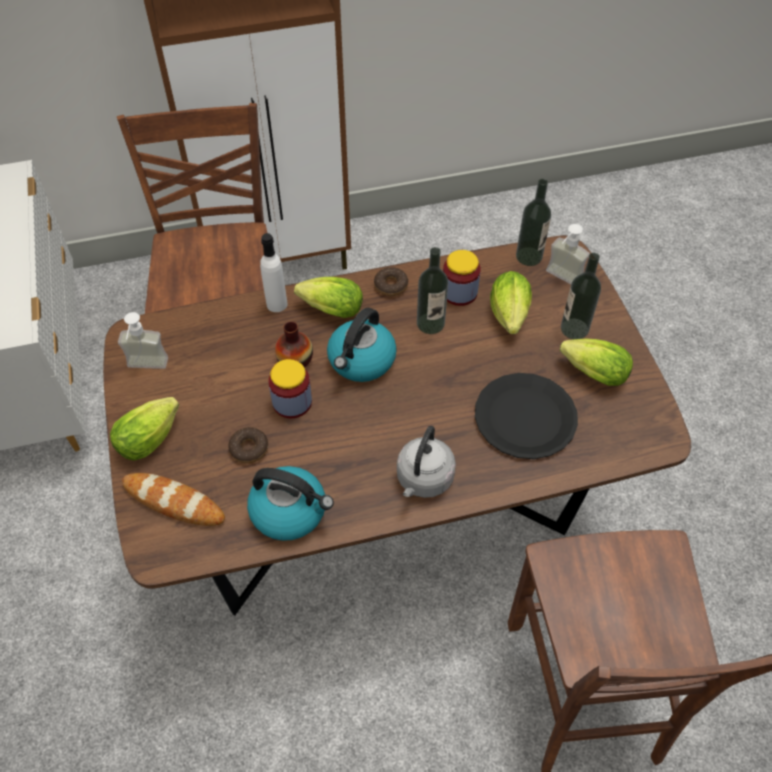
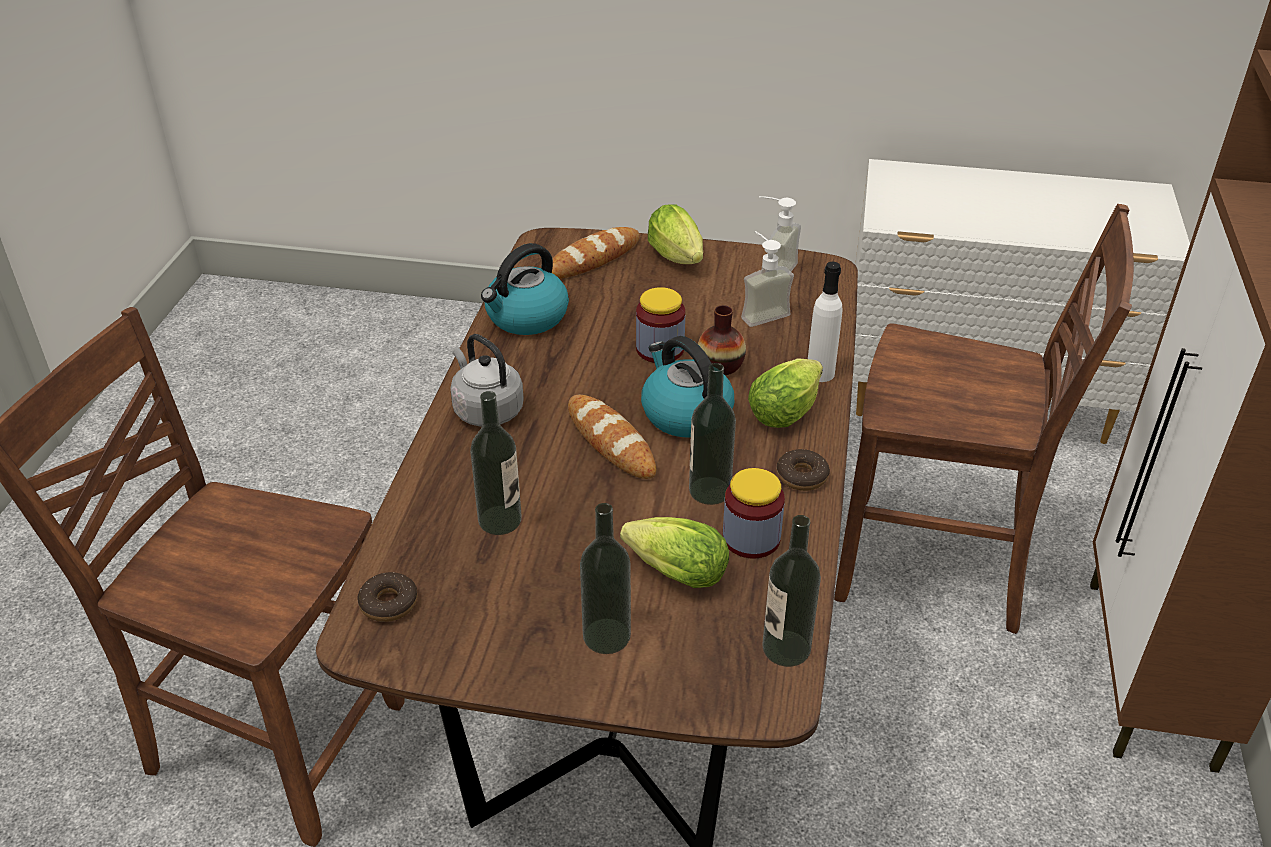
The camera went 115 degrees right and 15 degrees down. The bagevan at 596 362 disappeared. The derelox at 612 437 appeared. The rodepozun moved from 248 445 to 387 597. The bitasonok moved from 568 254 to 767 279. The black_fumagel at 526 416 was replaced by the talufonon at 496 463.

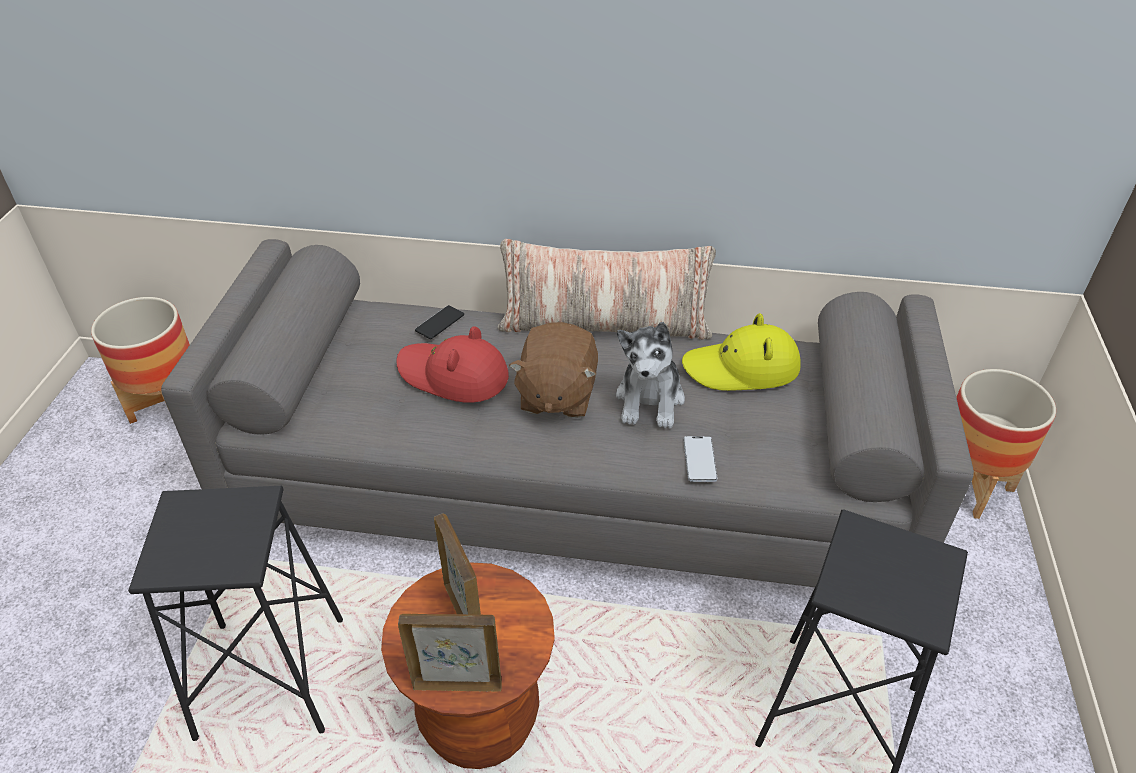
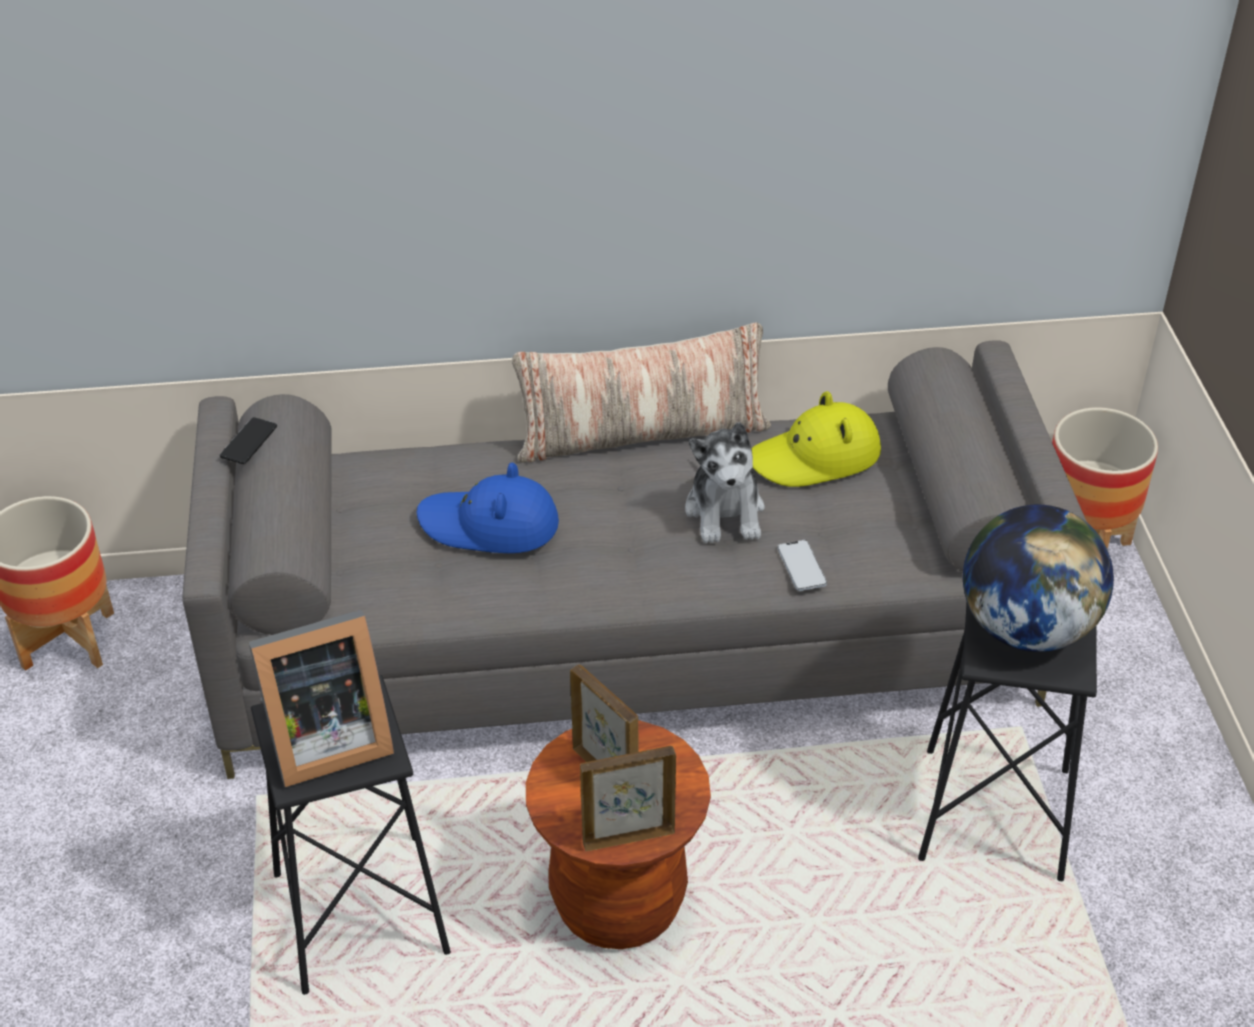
The camera went 15 degrees left and 0 degrees up. The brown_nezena at 553 370 disappeared. The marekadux at 321 698 appeared. The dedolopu at 1038 578 appeared. The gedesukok moved from 439 322 to 248 440. The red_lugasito at 452 364 became the blue_lugasito at 488 508.

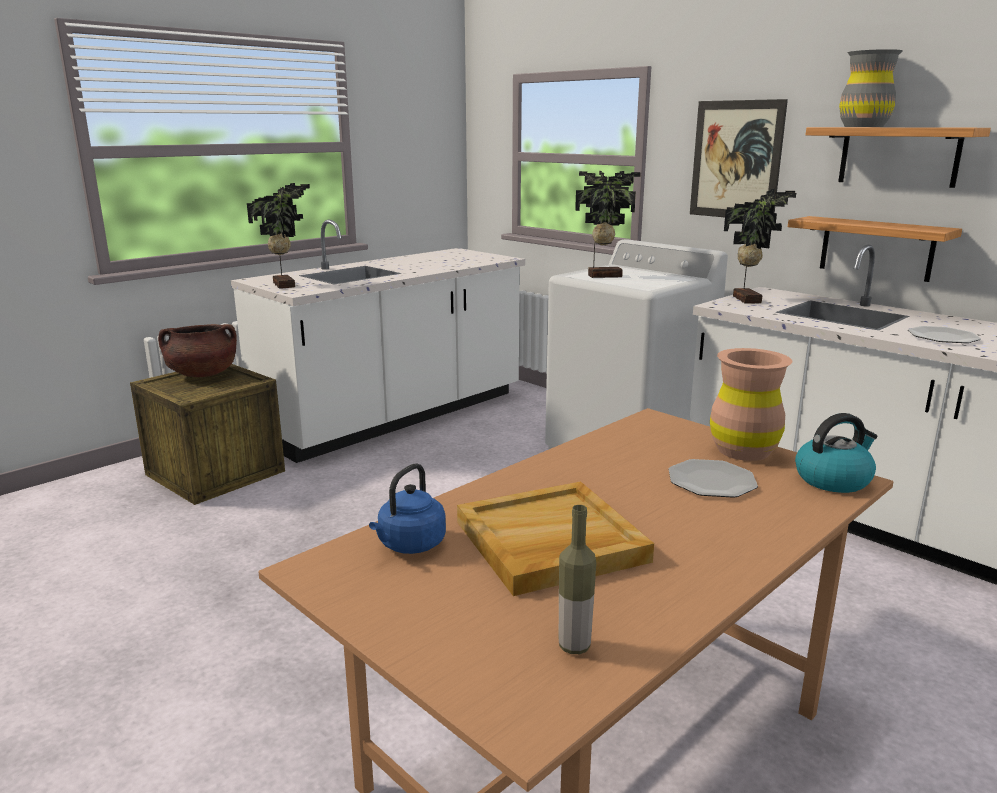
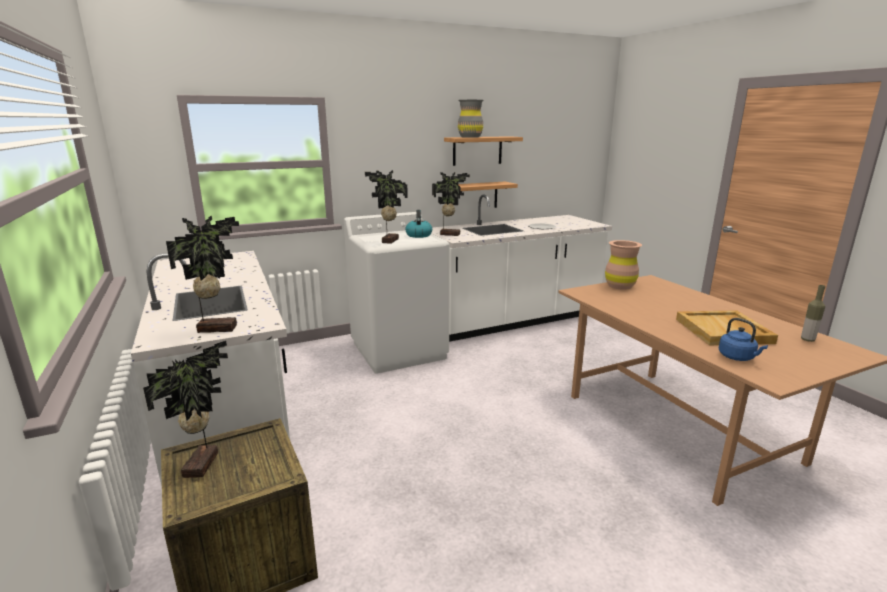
The camera went 70 degrees left and 0 degrees up. The fumagel at 713 478 disappeared. The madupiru at 739 158 disappeared. The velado moved from 836 453 to 418 224. The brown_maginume at 197 350 was replaced by the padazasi at 185 409.

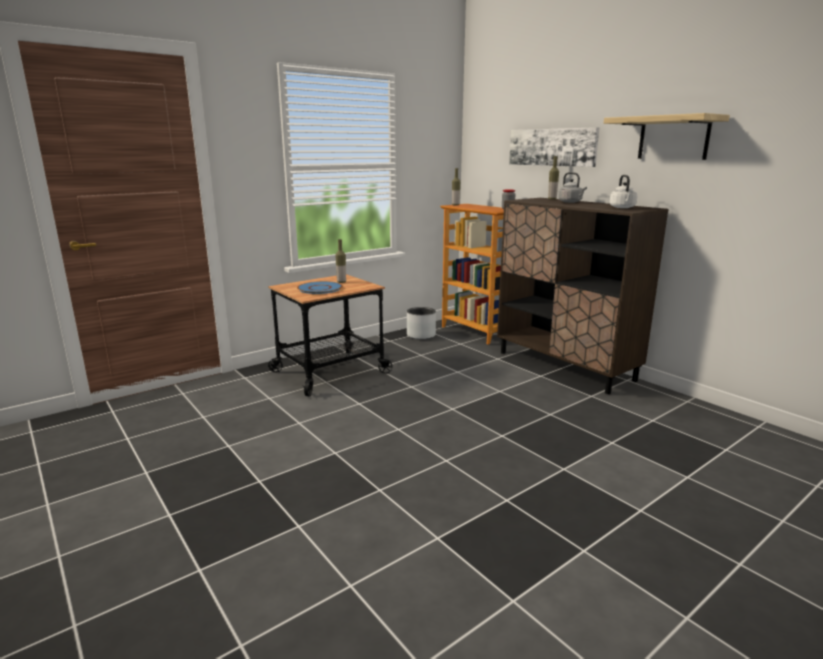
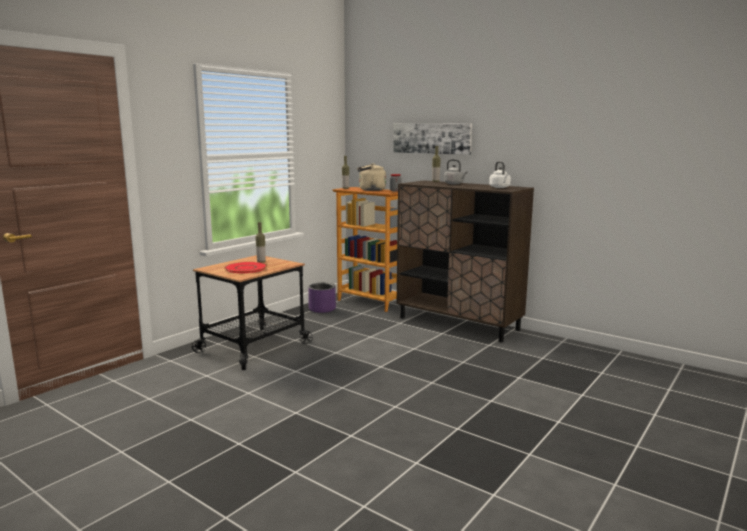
The camera went 15 degrees left and 5 degrees down. The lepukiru at 667 136 disappeared. The beige_velado at 371 177 appeared. The blue_fumagel at 320 287 became the red_fumagel at 245 267. The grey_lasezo at 421 323 became the purple_lasezo at 322 298.

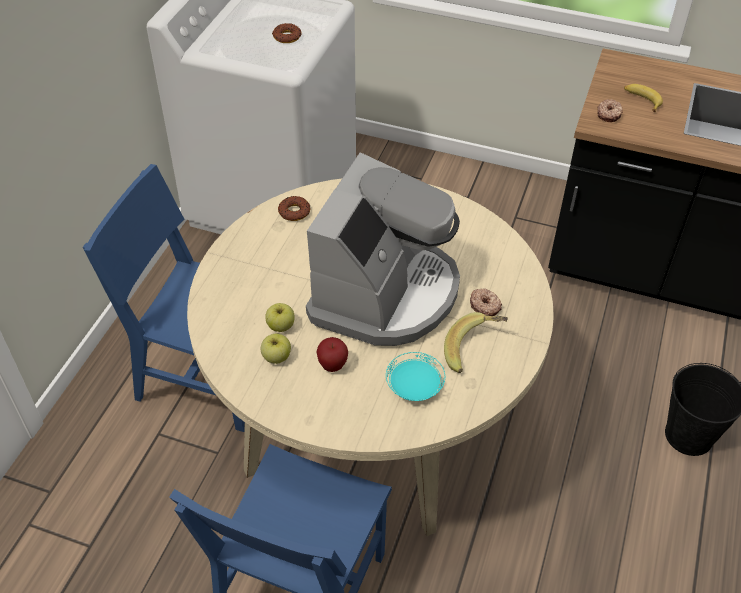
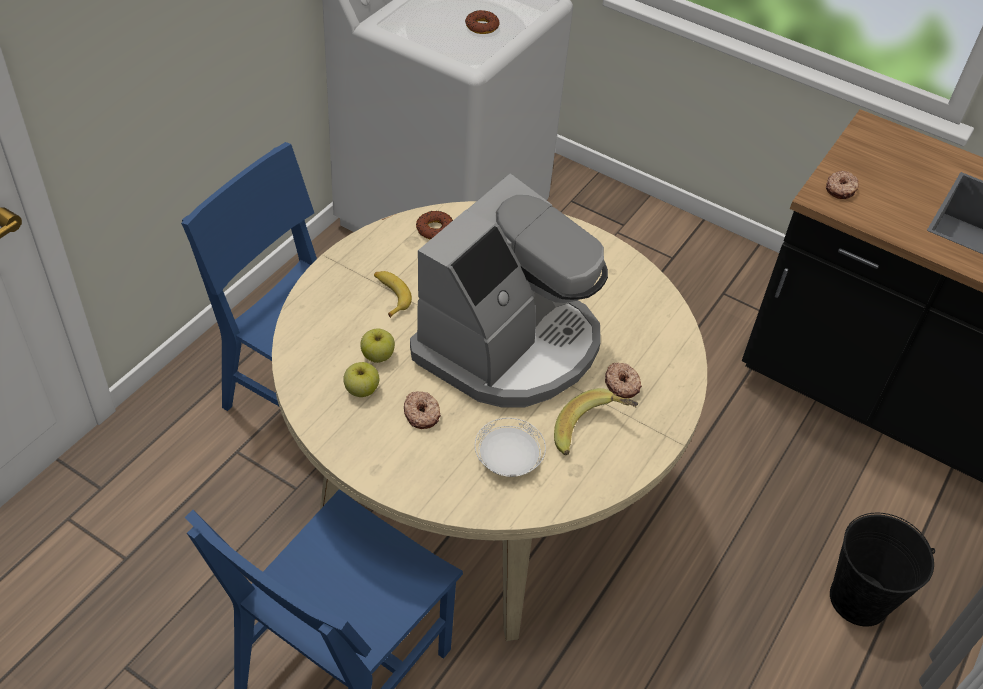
The camera went 10 degrees right and 0 degrees up. The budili moved from 643 98 to 393 294. The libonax at 332 354 was replaced by the rodepozun at 422 410. The turquoise_fumagel at 415 376 became the white_fumagel at 510 447.

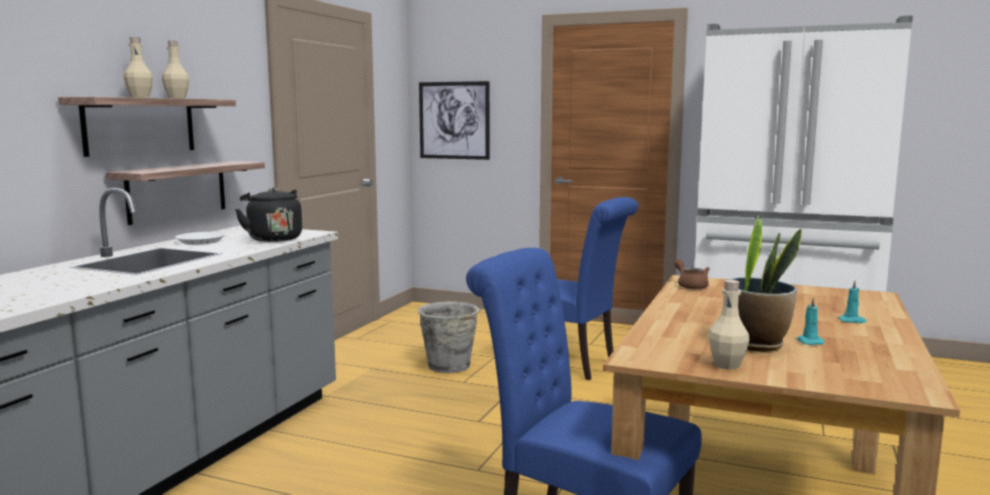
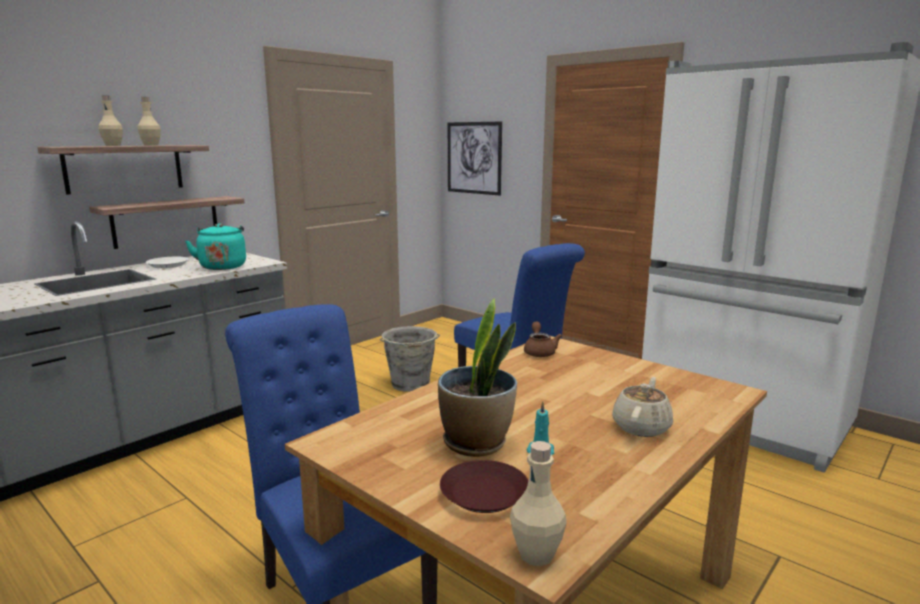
The camera went 20 degrees right and 5 degrees up. The brown_fumagel at 484 486 appeared. The beige_talufonon moved from 729 325 to 538 503. The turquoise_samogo at 852 301 was replaced by the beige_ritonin at 642 407. The black_velado at 268 215 became the turquoise_velado at 215 246.

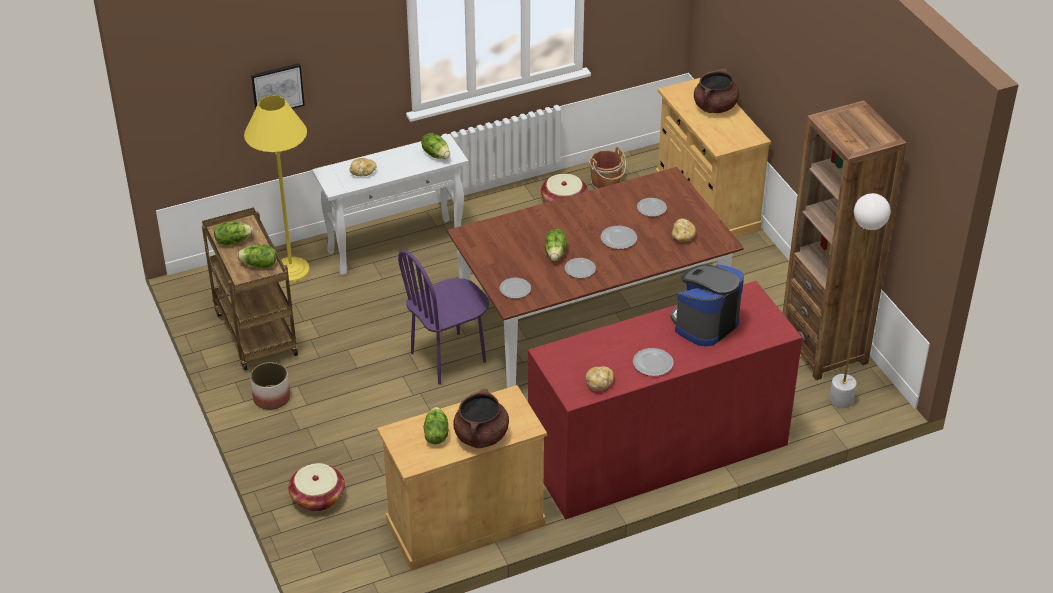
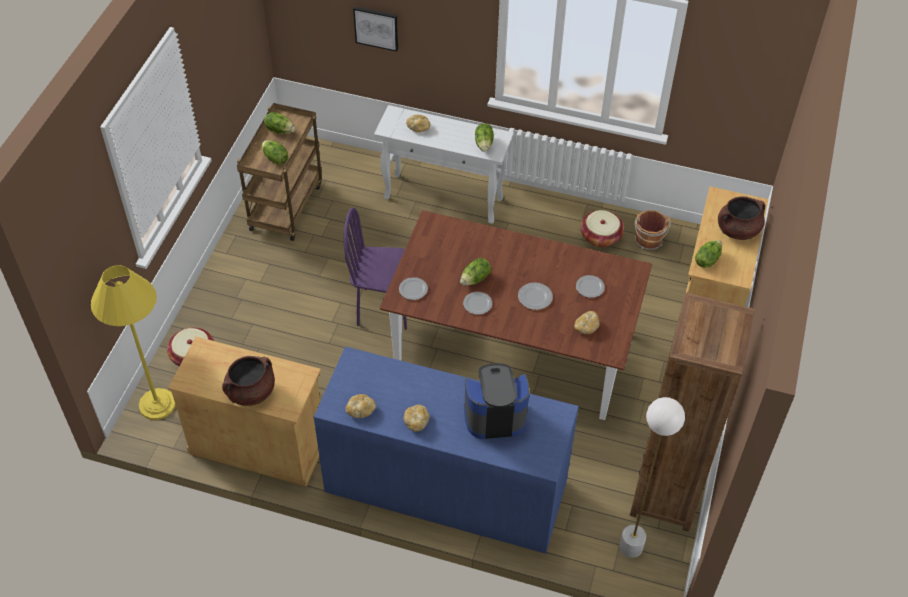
The camera went 40 degrees right and 10 degrees up. The lasezo at 270 386 disappeared. The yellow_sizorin moved from 277 188 to 133 342. The bagevan moved from 436 425 to 708 254. The fumagel at 653 362 was replaced by the derelox at 416 418. The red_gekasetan at 665 400 became the blue_gekasetan at 446 450.

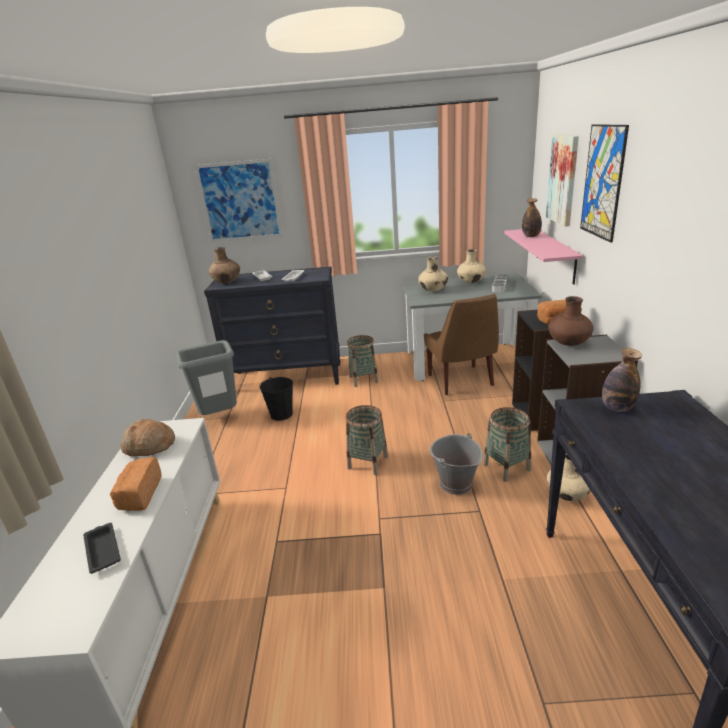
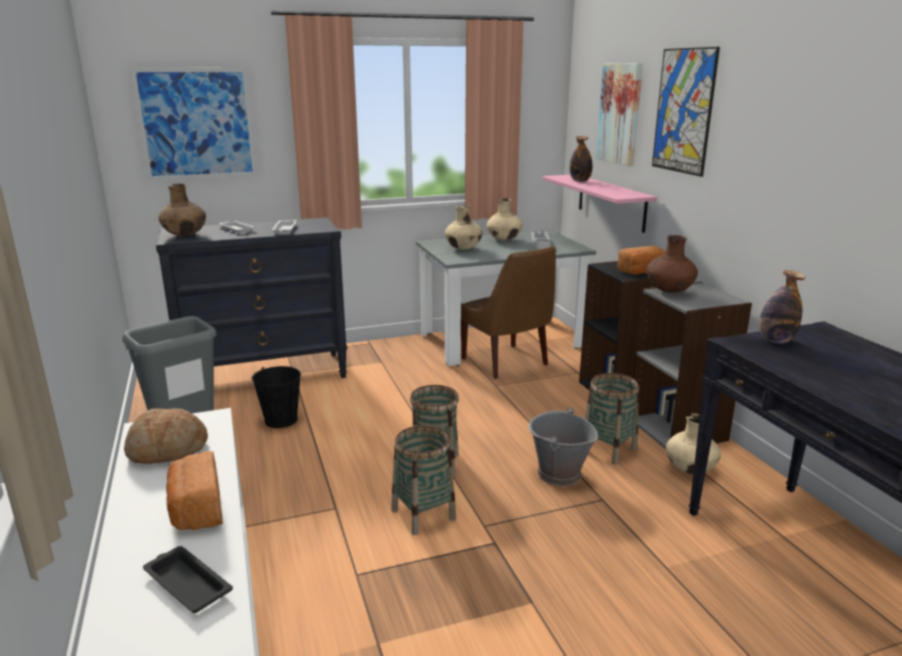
The camera went 20 degrees left and 5 degrees down. The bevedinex moved from 362 361 to 423 480.

